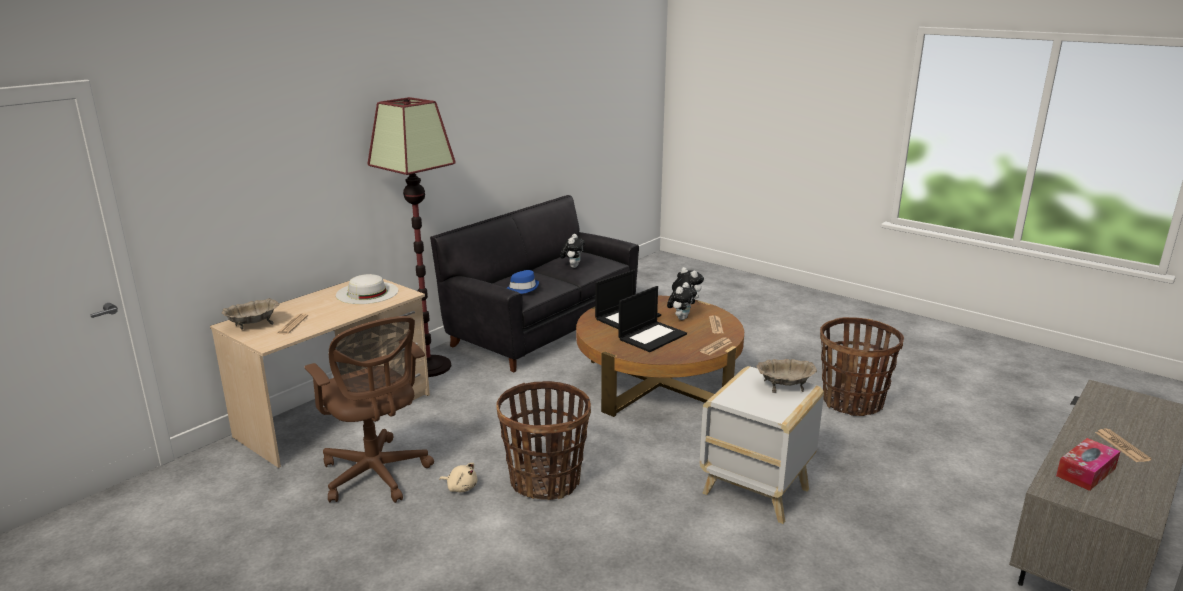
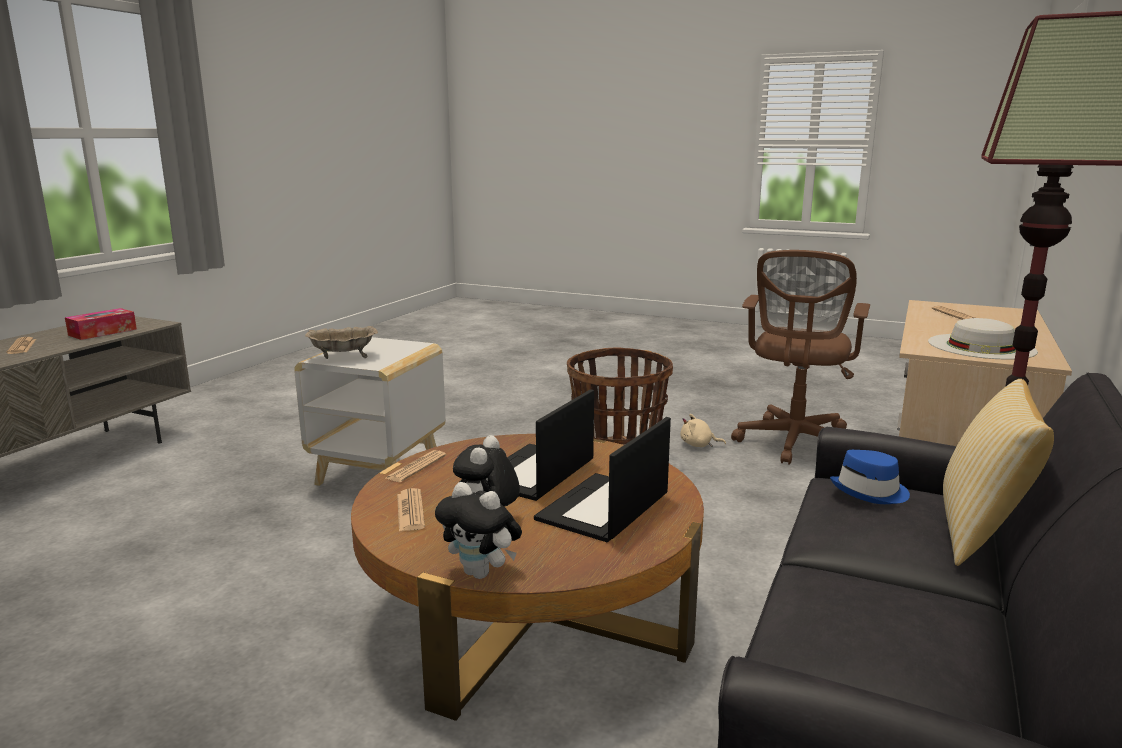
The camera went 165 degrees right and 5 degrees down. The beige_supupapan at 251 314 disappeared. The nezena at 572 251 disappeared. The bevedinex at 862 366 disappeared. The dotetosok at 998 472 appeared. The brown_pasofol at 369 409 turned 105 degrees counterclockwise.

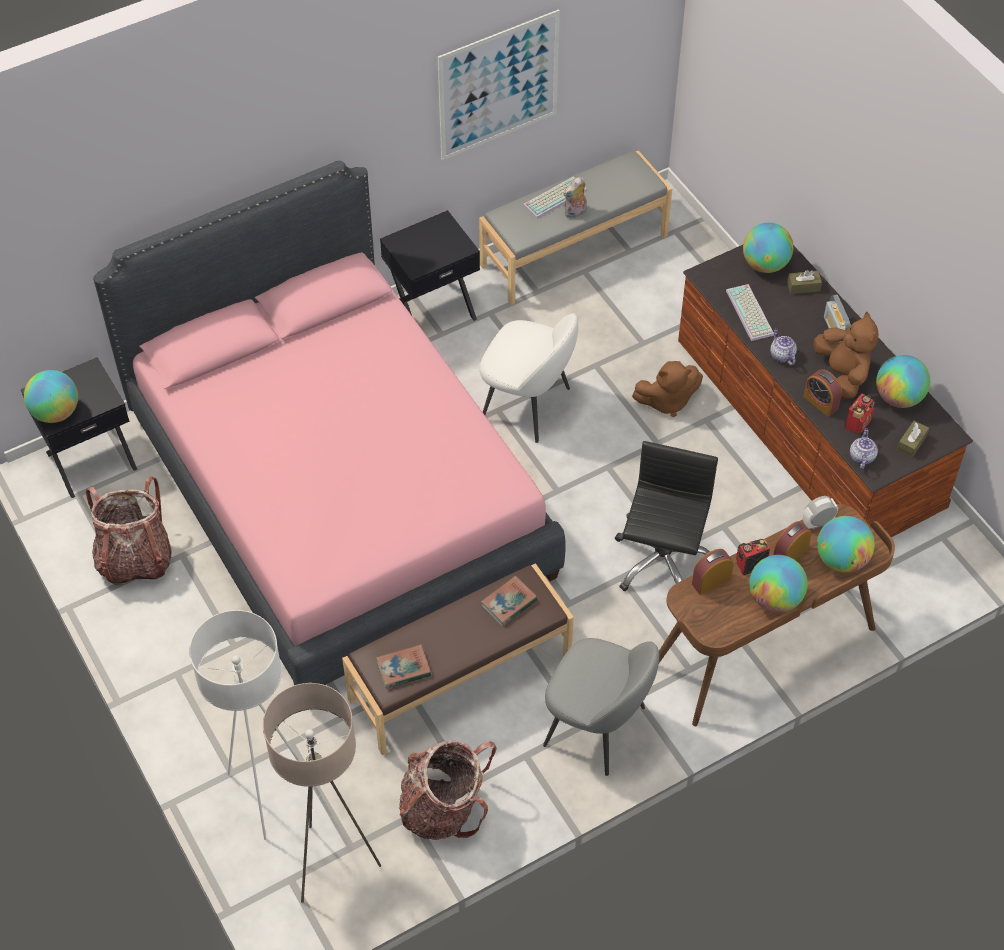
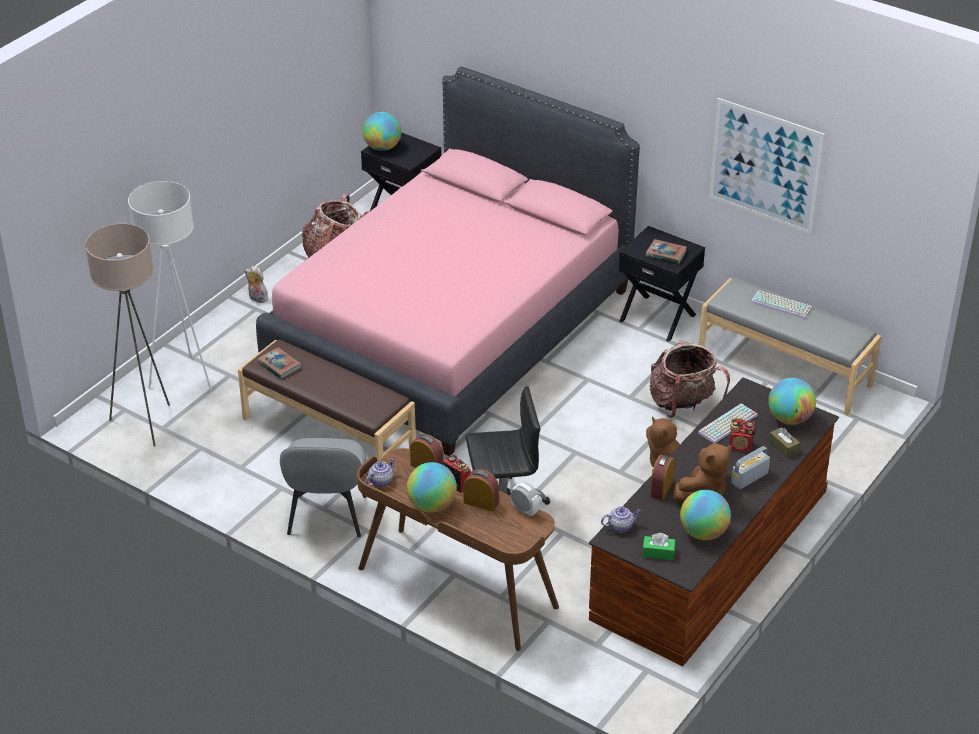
The camera went 65 degrees right and 15 degrees down. The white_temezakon at 529 378 disappeared. The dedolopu at 846 544 disappeared. The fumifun moved from 448 790 to 689 379. The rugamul moved from 509 601 to 666 251. The nezena moved from 575 198 to 256 284. The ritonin moved from 783 346 to 380 472. The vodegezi moved from 859 413 to 742 434. The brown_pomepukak at 913 439 became the green_pomepukak at 658 546.

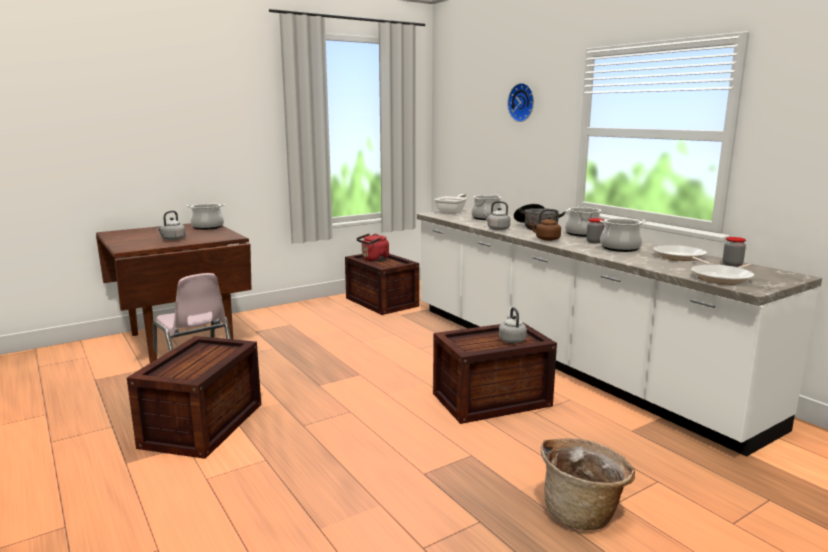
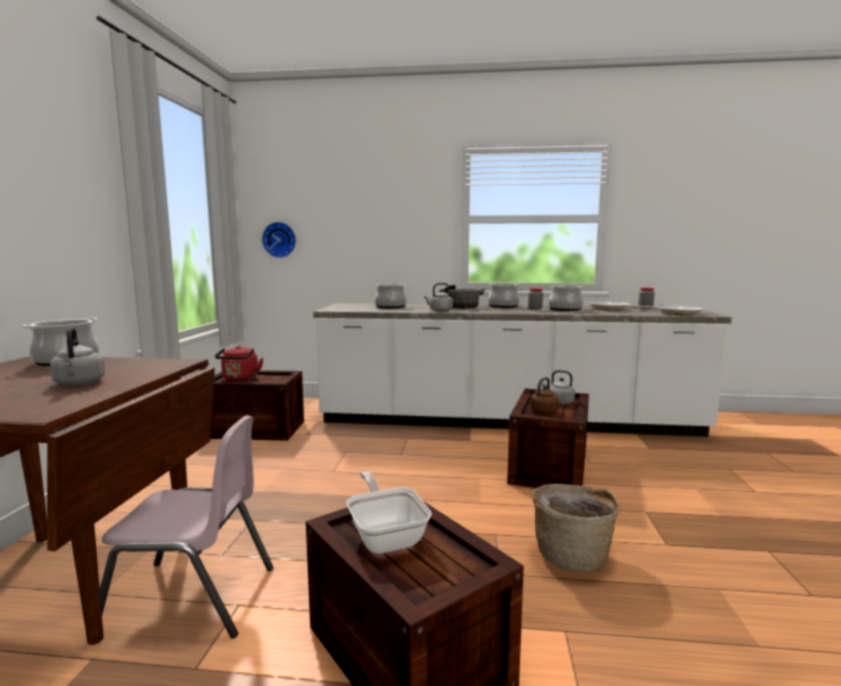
The camera went 50 degrees left and 5 degrees down. The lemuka moved from 450 204 to 389 512. The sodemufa moved from 520 102 to 279 240. The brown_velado moved from 545 225 to 544 395. The bevedinex moved from 588 484 to 575 528.

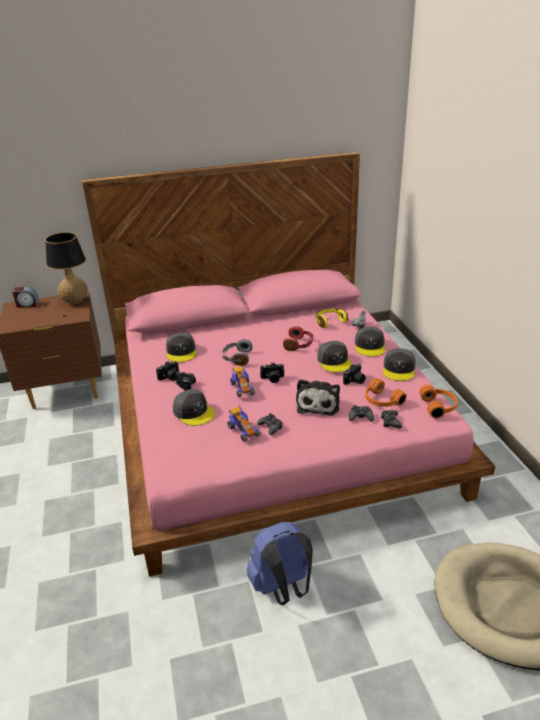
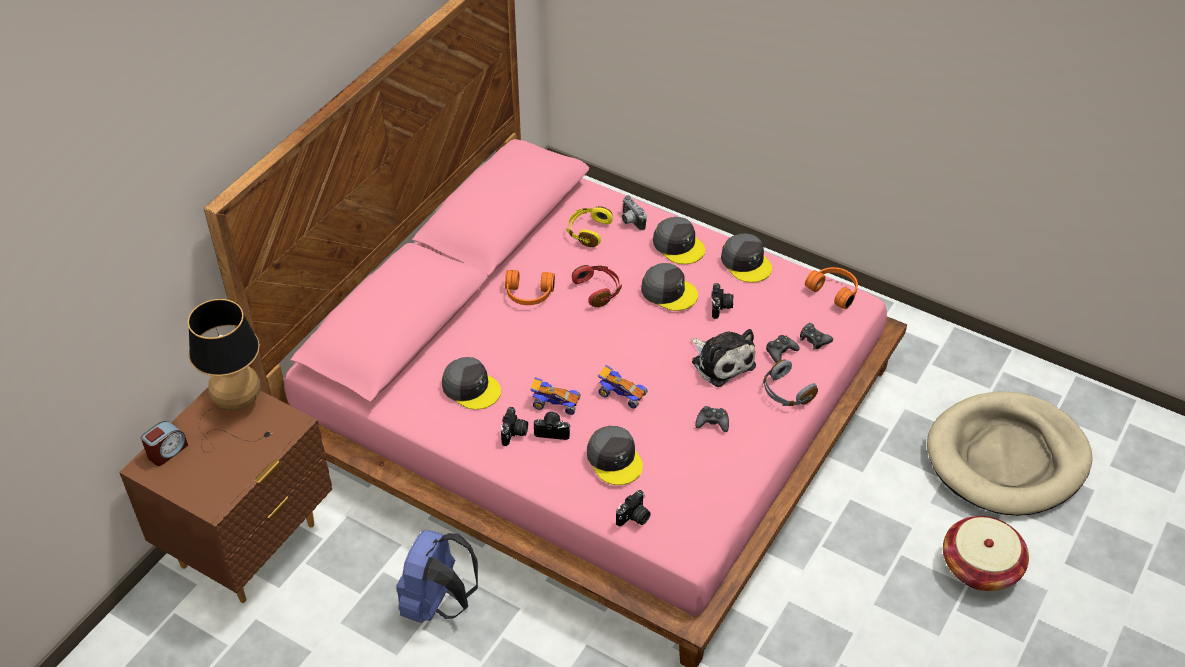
The camera went 45 degrees left and 15 degrees up. The bevedinex at 986 553 appeared. The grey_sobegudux moved from 237 352 to 790 382. The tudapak moved from 244 424 to 555 396. The blue_fumifun moved from 280 563 to 437 576. The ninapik moved from 272 372 to 633 508. The orange_sobegudux moved from 386 392 to 530 287. The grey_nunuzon at 194 407 turned 60 degrees clockwise.

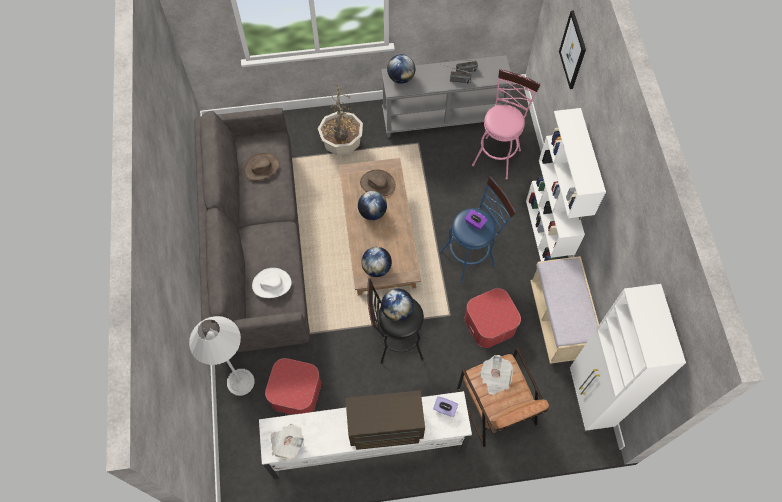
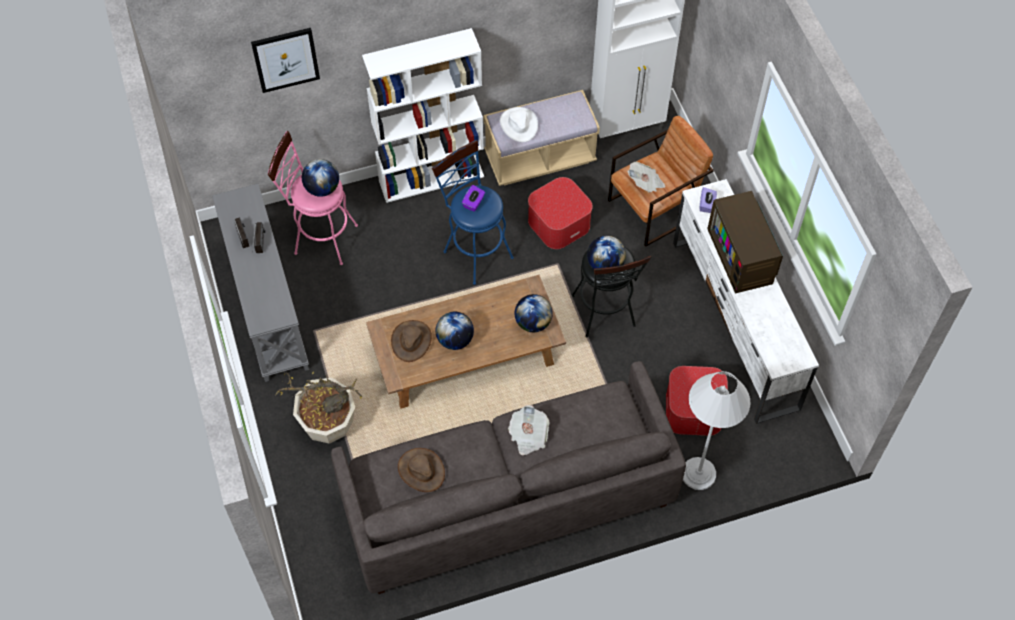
The camera went 100 degrees left and 5 degrees down. The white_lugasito moved from 272 283 to 519 124. The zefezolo moved from 287 442 to 529 430. The dedolopu moved from 401 69 to 320 178.

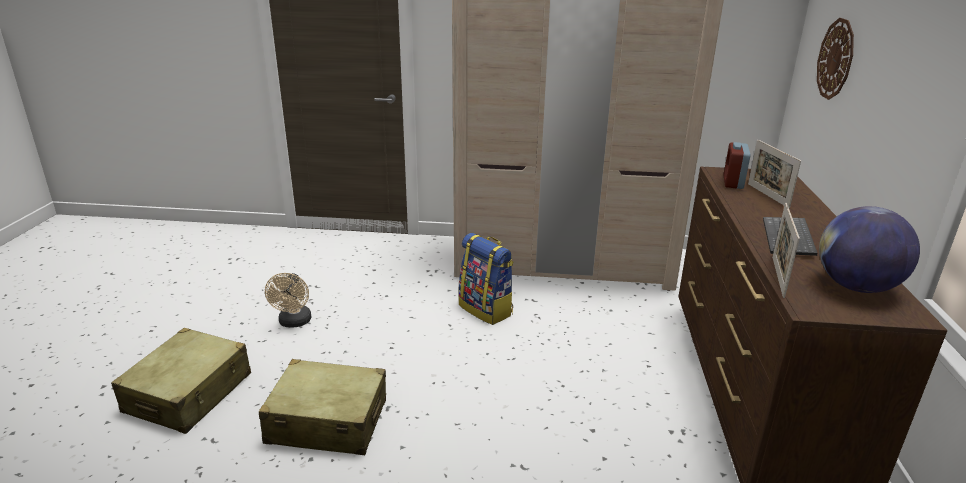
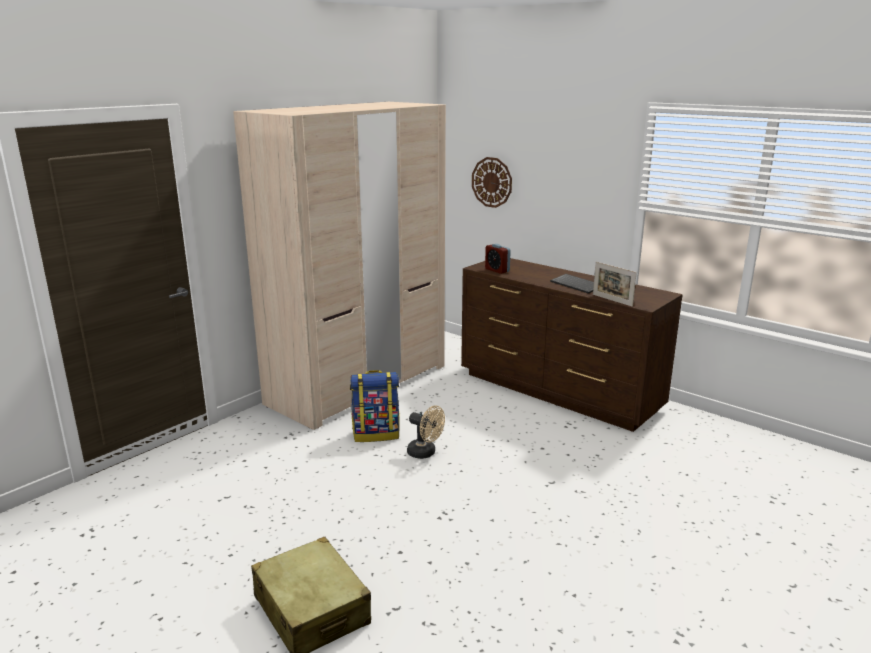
The camera went 55 degrees left and 5 degrees down. The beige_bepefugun at 322 407 disappeared. The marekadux at 774 174 disappeared. The dedolopu at 869 249 disappeared. The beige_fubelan moved from 288 300 to 426 432.

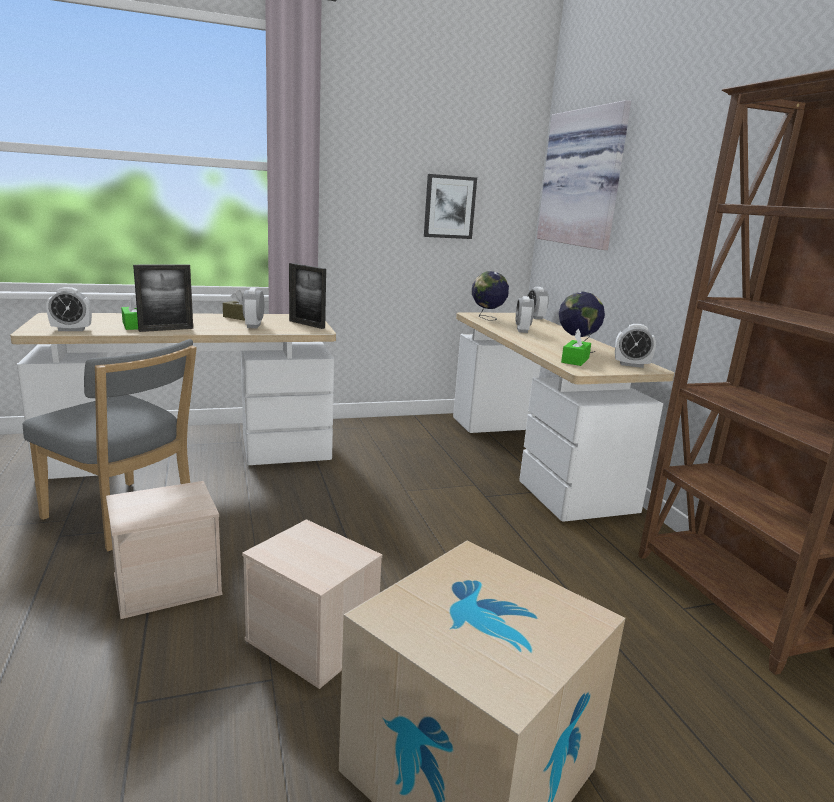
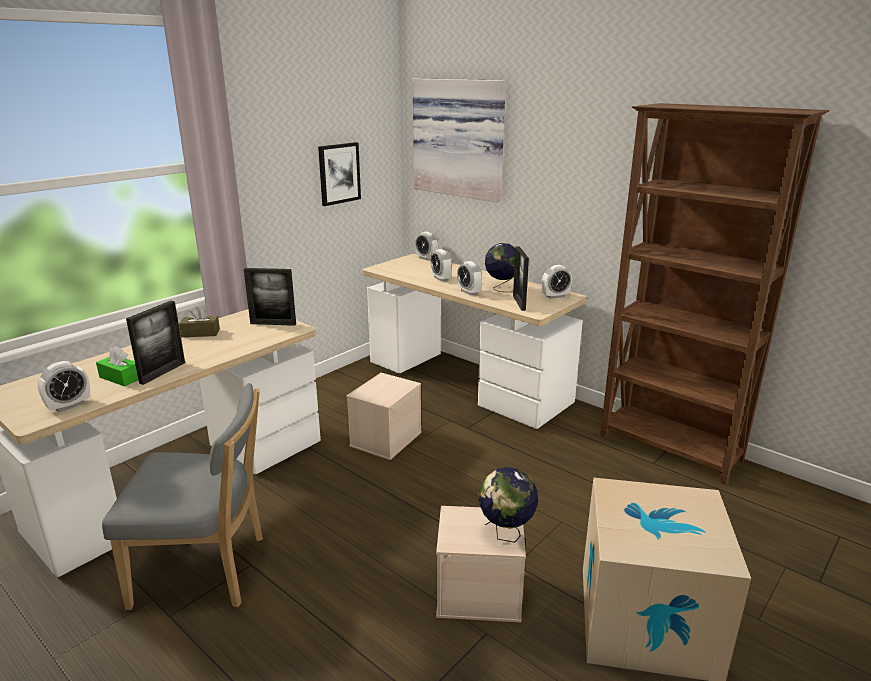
The camera went 30 degrees left and 5 degrees up. The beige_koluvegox moved from 164 550 to 384 416. The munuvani moved from 253 308 to 469 278. The dedolopu moved from 490 296 to 508 505. The green_pomepukak at 576 347 was replaced by the marekadux at 521 278.

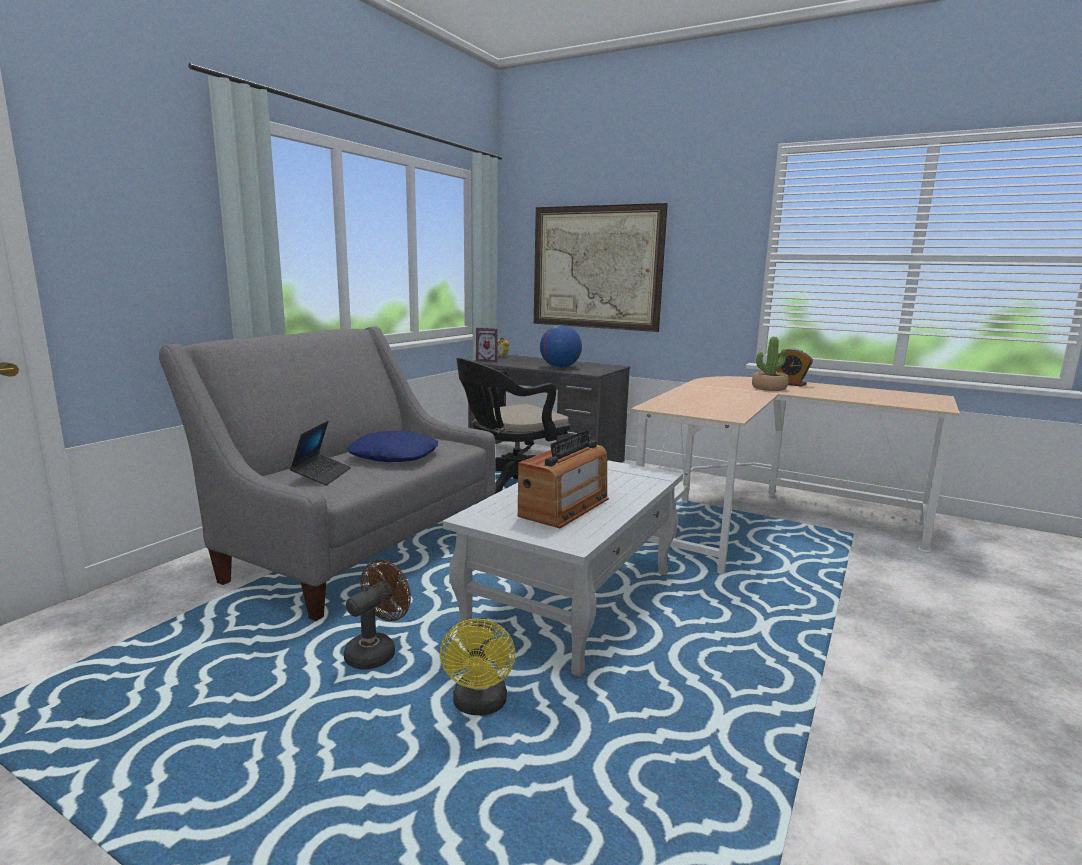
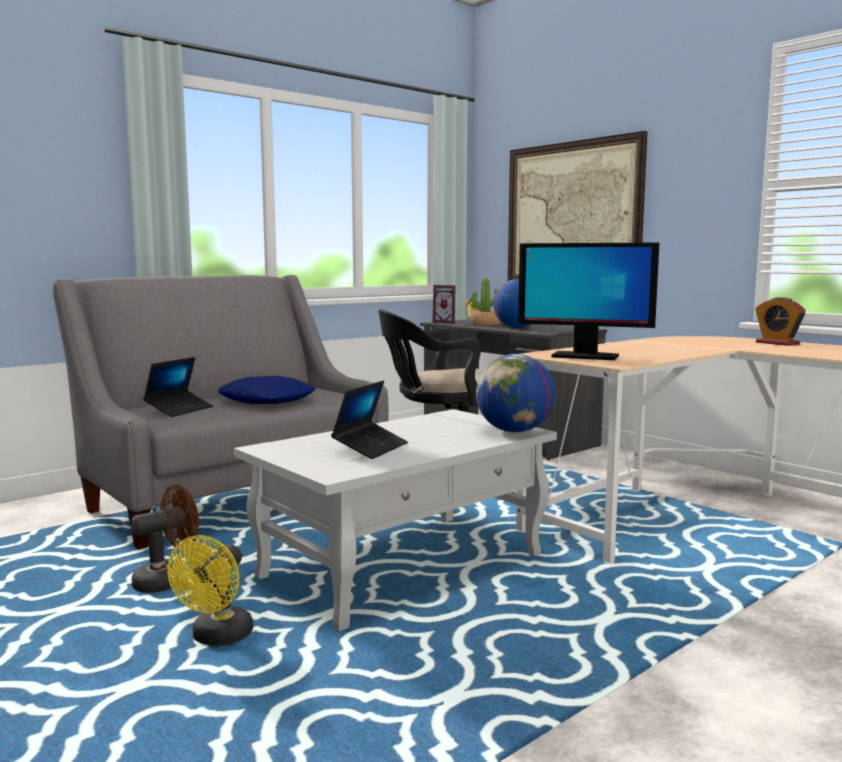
The camera went 20 degrees right and 5 degrees down. The dedolopu at 515 393 appeared. The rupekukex at 588 301 appeared. The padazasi moved from 770 364 to 485 302. The vodegezi at 563 479 was replaced by the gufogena at 369 420.

